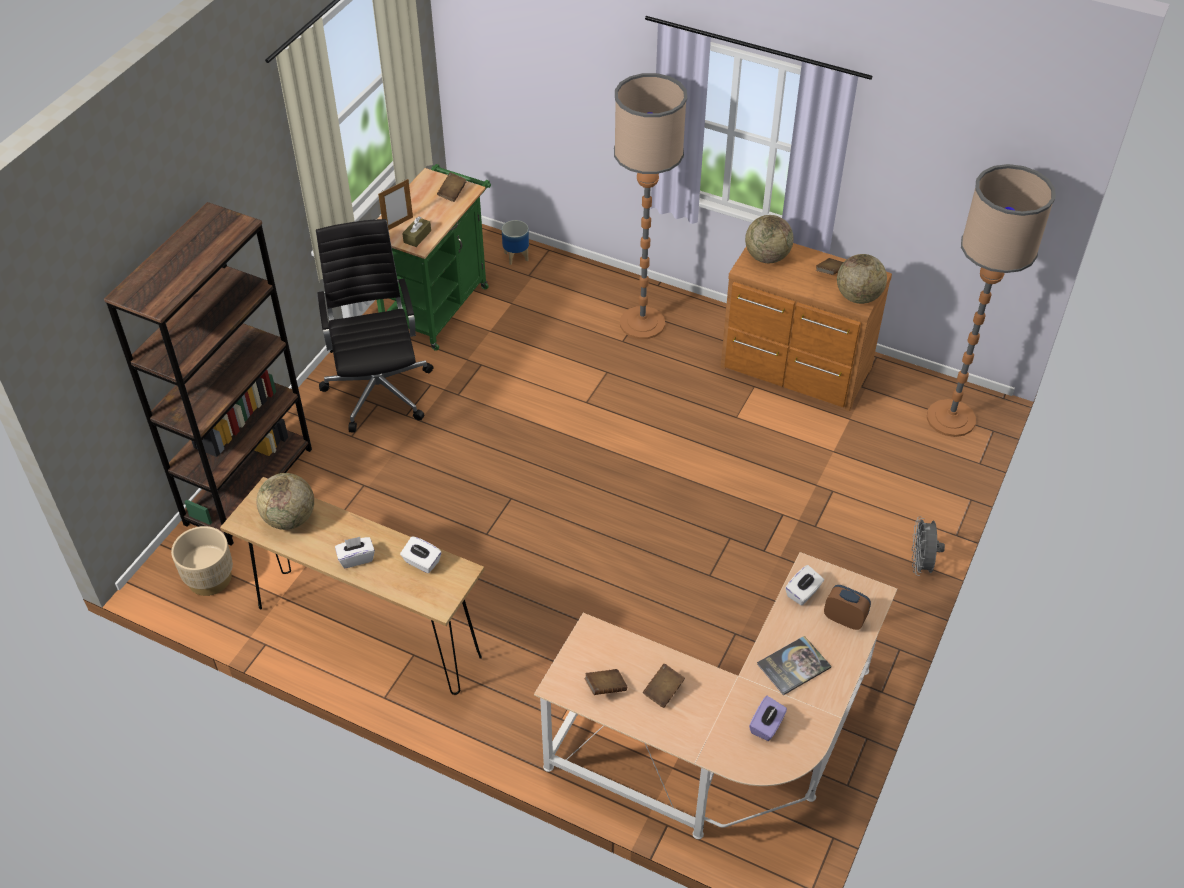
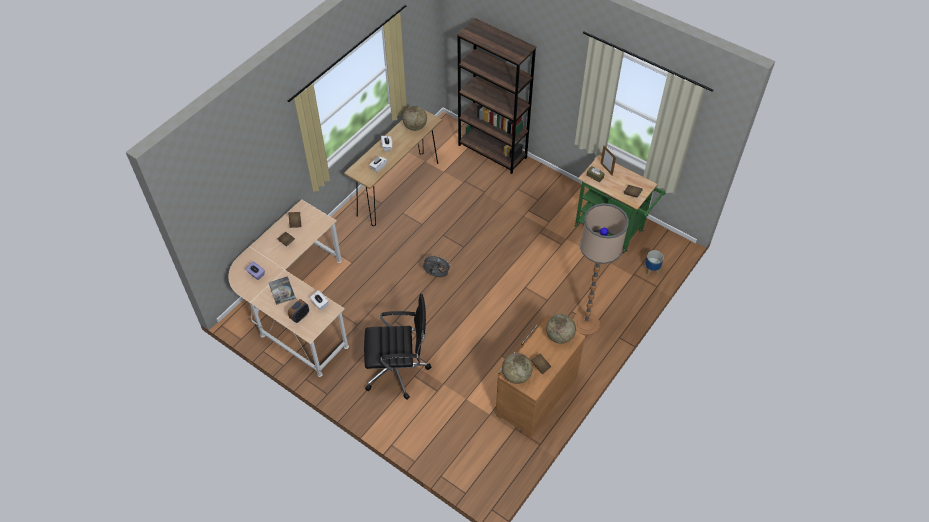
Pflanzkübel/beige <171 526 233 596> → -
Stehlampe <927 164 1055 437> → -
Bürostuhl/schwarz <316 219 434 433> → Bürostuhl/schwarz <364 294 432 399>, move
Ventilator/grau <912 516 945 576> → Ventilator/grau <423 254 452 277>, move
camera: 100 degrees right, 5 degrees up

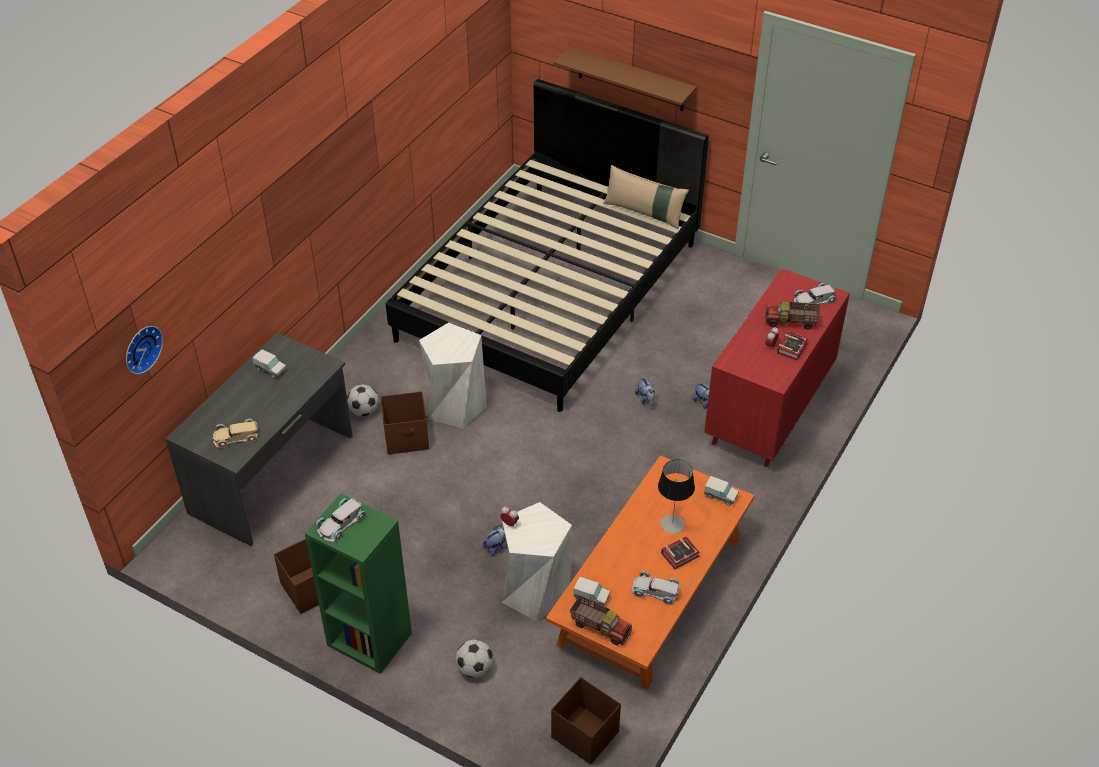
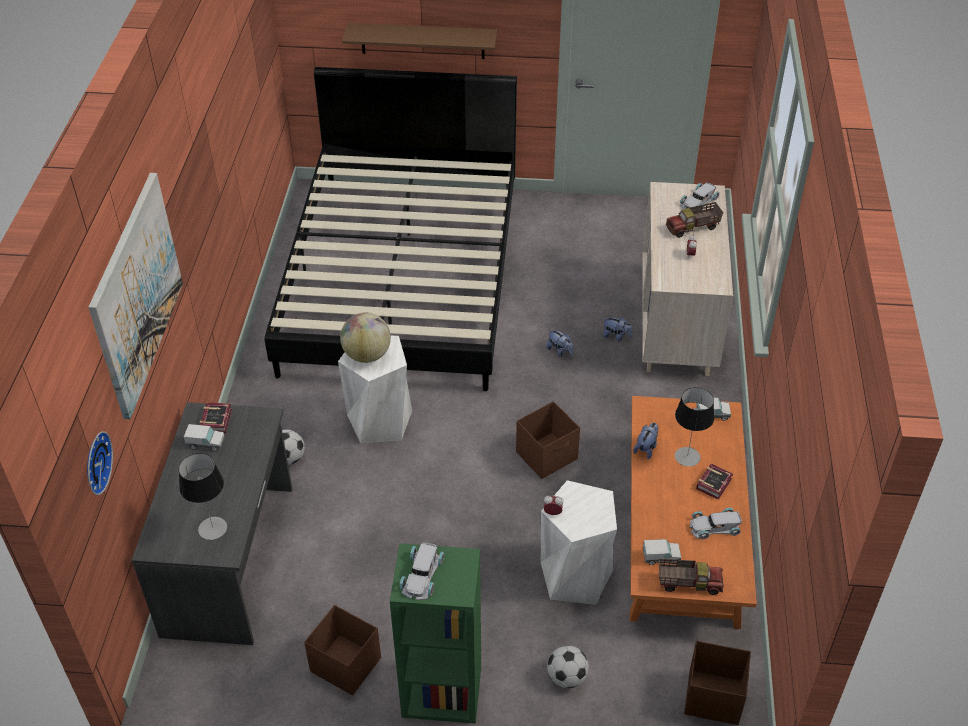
Kissen/beige <603 165 689 229> → -
- → Bild <89 173 183 419>
- → Globus <340 313 391 363>
Aufbewahrungsbox/braun <381 391 429 454> → Aufbewahrungsbox/braun <516 401 580 479>, move
Plüschtier <483 526 507 556> → Plüschtier <633 423 659 459>, move
Buch <777 331 808 361> → Buch <200 403 232 433>, move
Spielzeugauto/beige <213 419 259 448> → Tischlampe <179 453 227 540>
Kommode/rot <704 269 850 467> → Kommode/beige <642 182 733 376>
camera: 25 degrees left, 0 degrees up

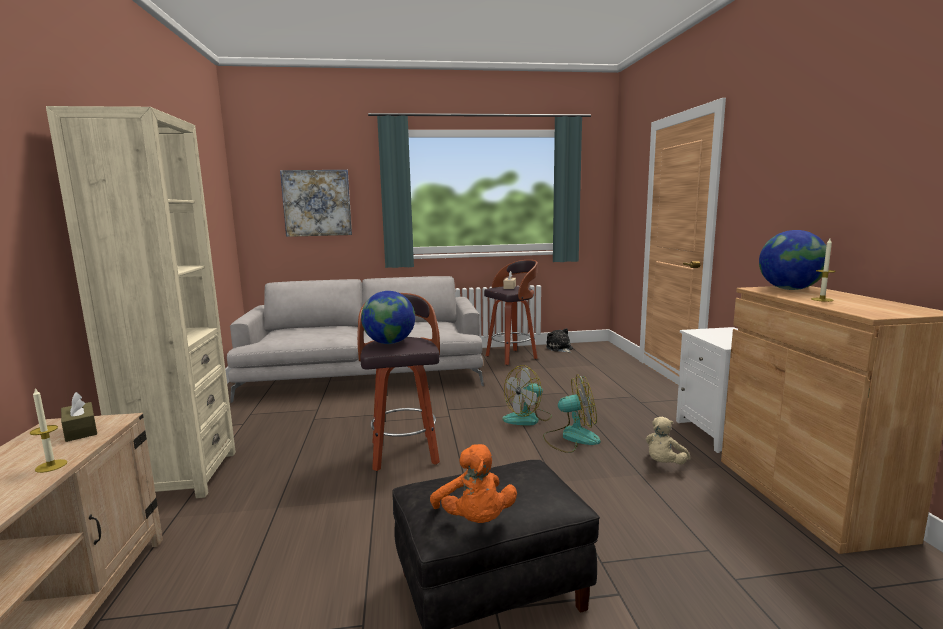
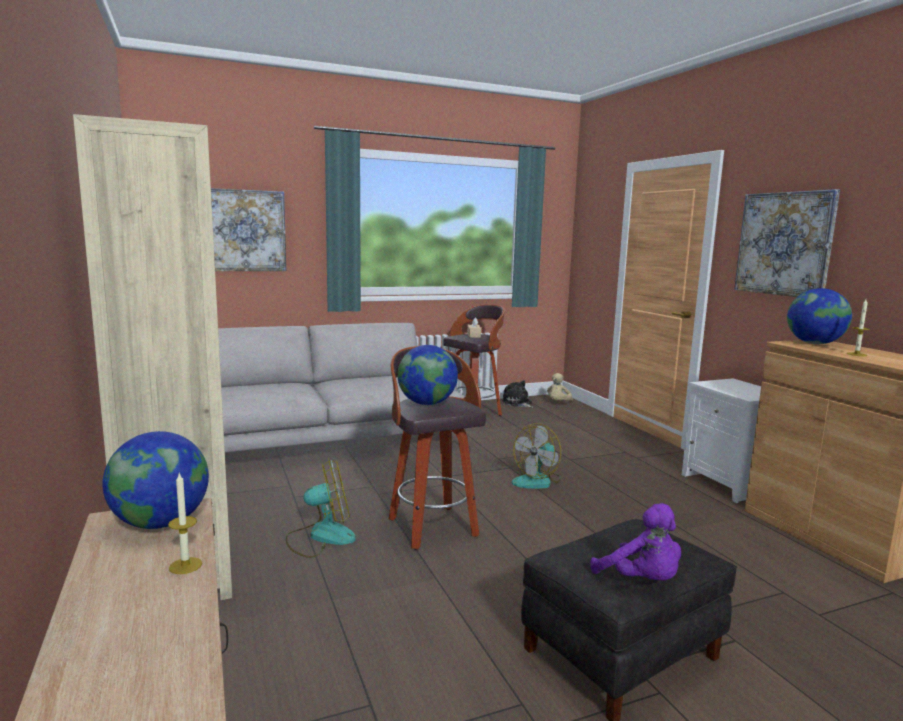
- → Bild <734 189 840 297>
Ventilator <543 374 601 453> → Ventilator <285 458 356 558>, move
Plüschtier/beige <645 417 690 465> → Plüschtier/beige <547 373 573 401>, move
Taschentuchbox/braun <61 392 97 442> → Globus <102 431 209 529>
Plüschtier/orange <430 444 517 523> → Plüschtier/lila <590 503 681 580>
camera: 15 degrees left, 0 degrees up

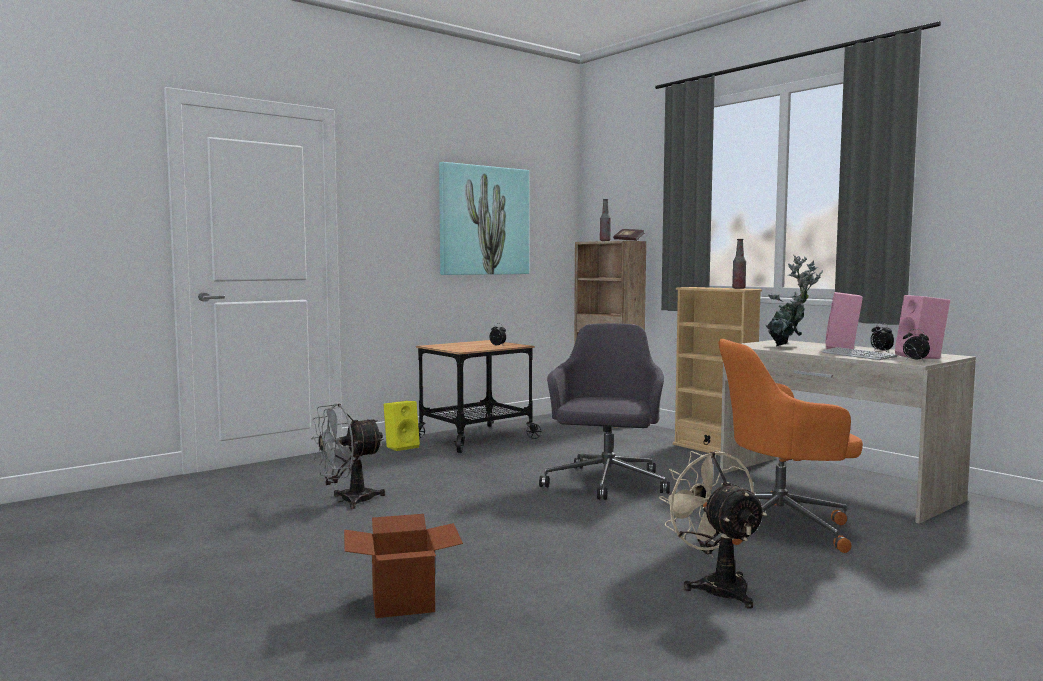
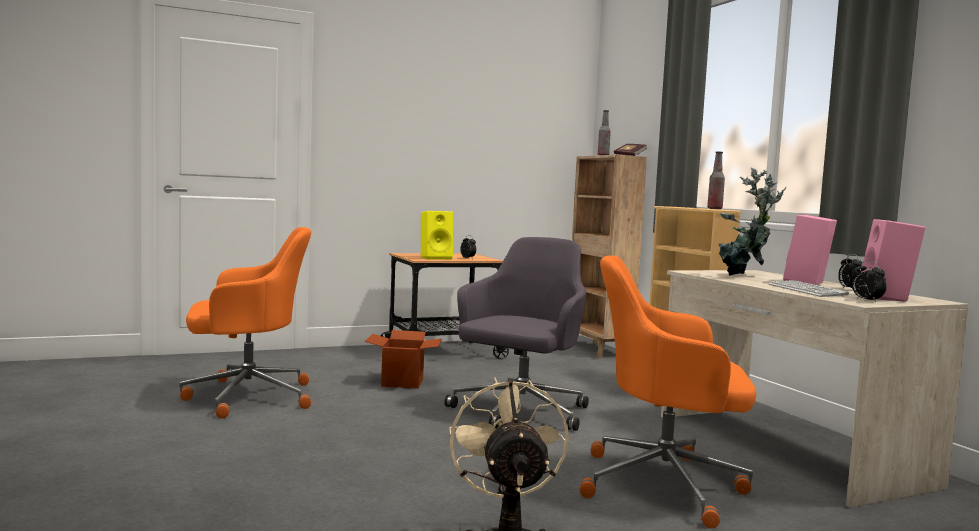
Bild <439 162 529 275> → -
Karton <344 514 463 618> → Karton <365 330 442 389>, move
Lautsprecher/gelb <383 401 420 451> → Lautsprecher/gelb <421 211 453 260>, move
Ventilator/grau <311 404 385 509> → Bürostuhl/orange <180 227 311 419>
camera: 15 degrees right, 0 degrees up

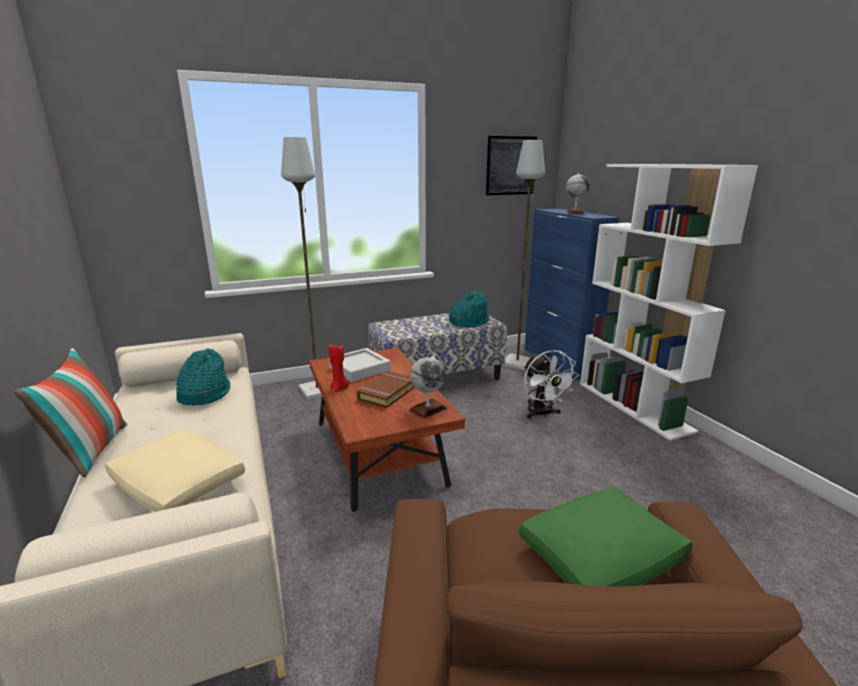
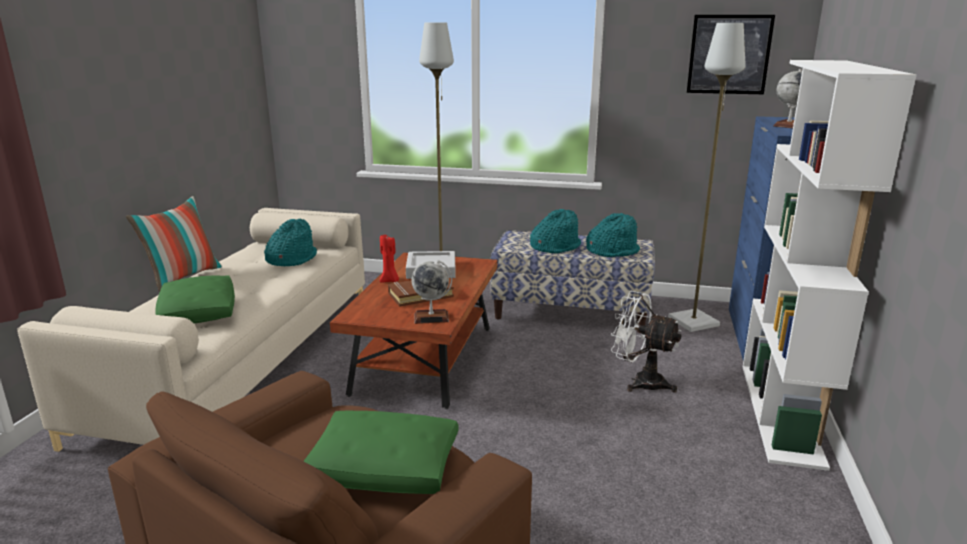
- → Hut/türkis <530 209 581 253>
Kissen/beige <105 429 245 512> → Kissen/grün <155 275 235 323>
Ventilator/weiß <524 350 579 419> → Ventilator/weiß <611 291 681 393>, 105 degrees clockwise
camera: 35 degrees right, 0 degrees up

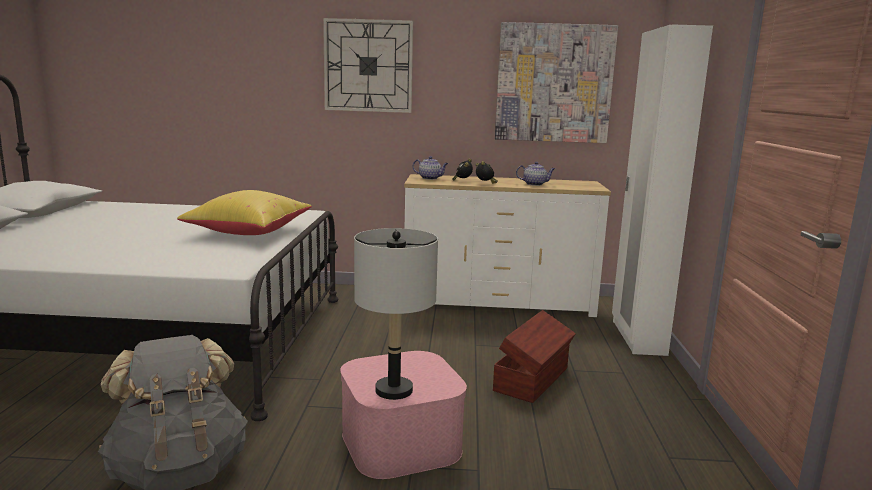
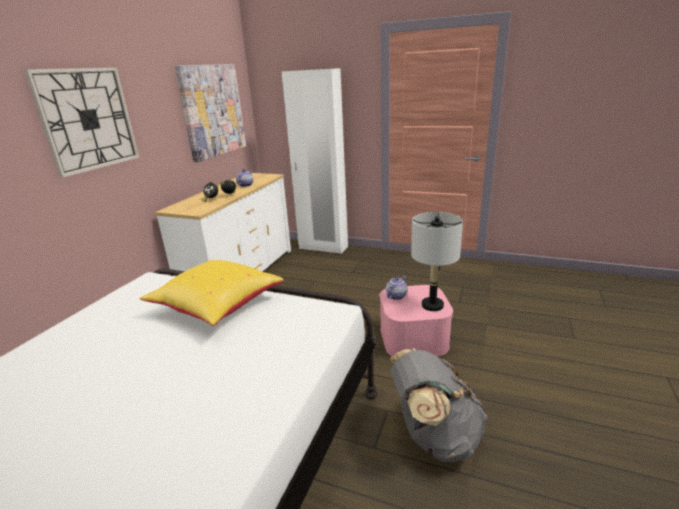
Aufbewahrungsbox/braun <493 310 576 403> → -
Teekanne <413 156 448 180> → Teekanne <386 275 408 300>, move
camera: 70 degrees left, 10 degrees up

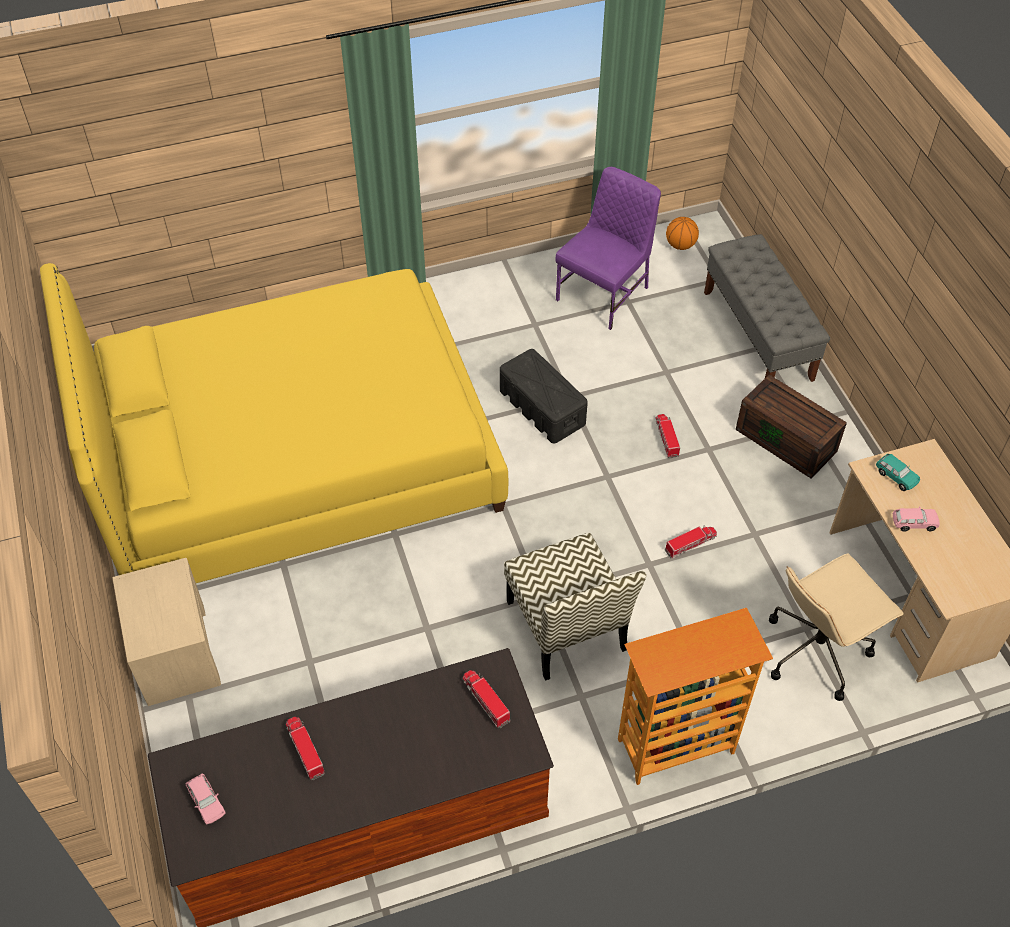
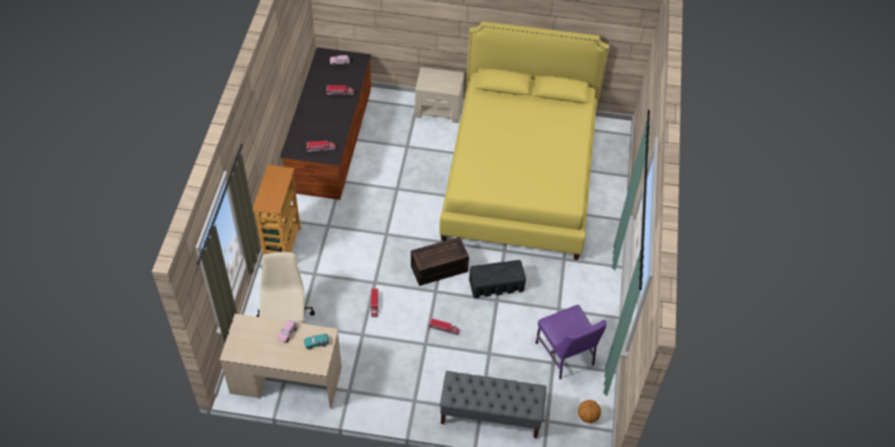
Stuhl <504 533 646 681> → -
Aufbewahrungsbox/braun <736 375 847 479> → Aufbewahrungsbox/braun <411 237 469 286>, move
camera: 115 degrees right, 0 degrees up

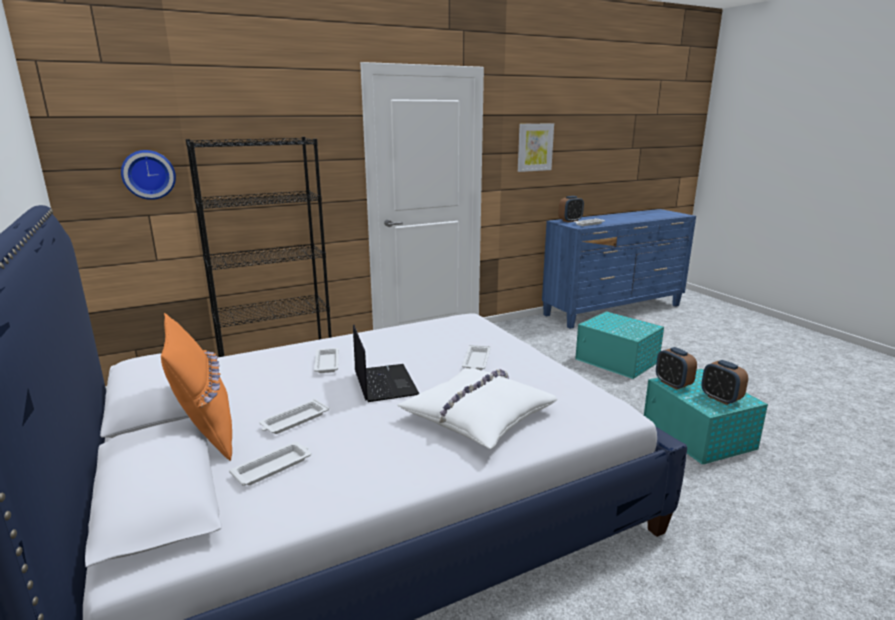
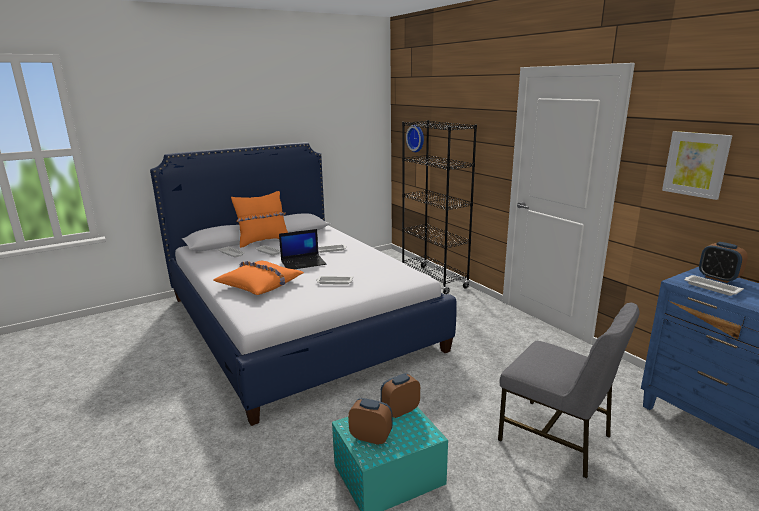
Aufbewahrungsbox/türkis <575 311 664 379> → Stuhl/grau <498 303 639 479>
Kissen/weiß <397 368 558 449> → Kissen/orange <213 261 304 295>
Wecker <701 360 748 405> → Wecker <348 398 392 445>, 60 degrees clockwise
camera: 85 degrees right, 0 degrees up

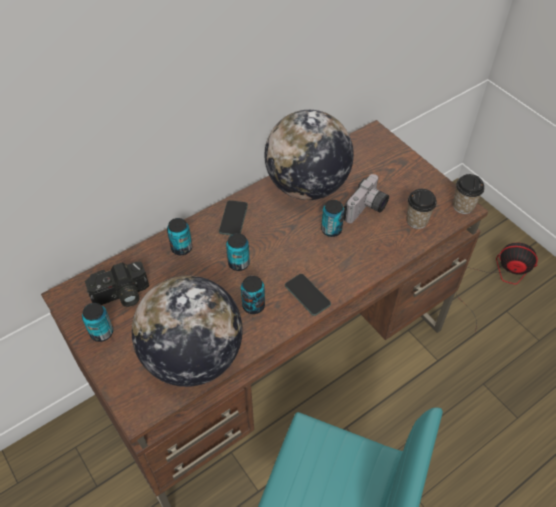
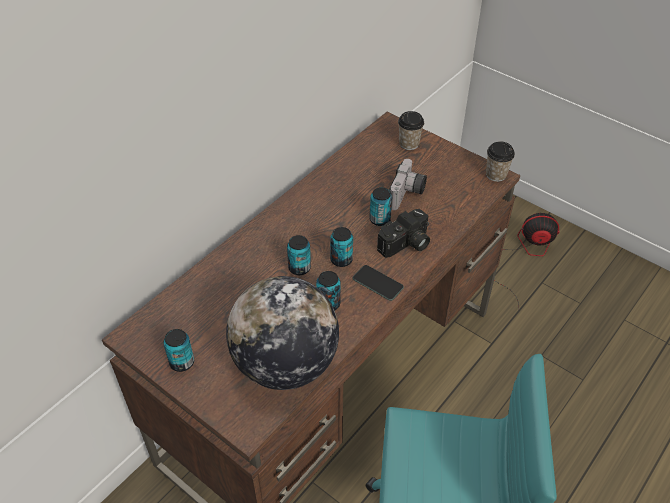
Handy <219 200 248 235> → -
Globus <264 110 354 200> → -
Kamera <85 262 149 307> → Kamera <377 209 430 258>, move
Dose <167 218 192 255> → Dose <330 227 353 267>, move
Tasse <406 189 437 229> → Tasse <398 111 424 150>, move
camera: 15 degrees left, 5 degrees down

